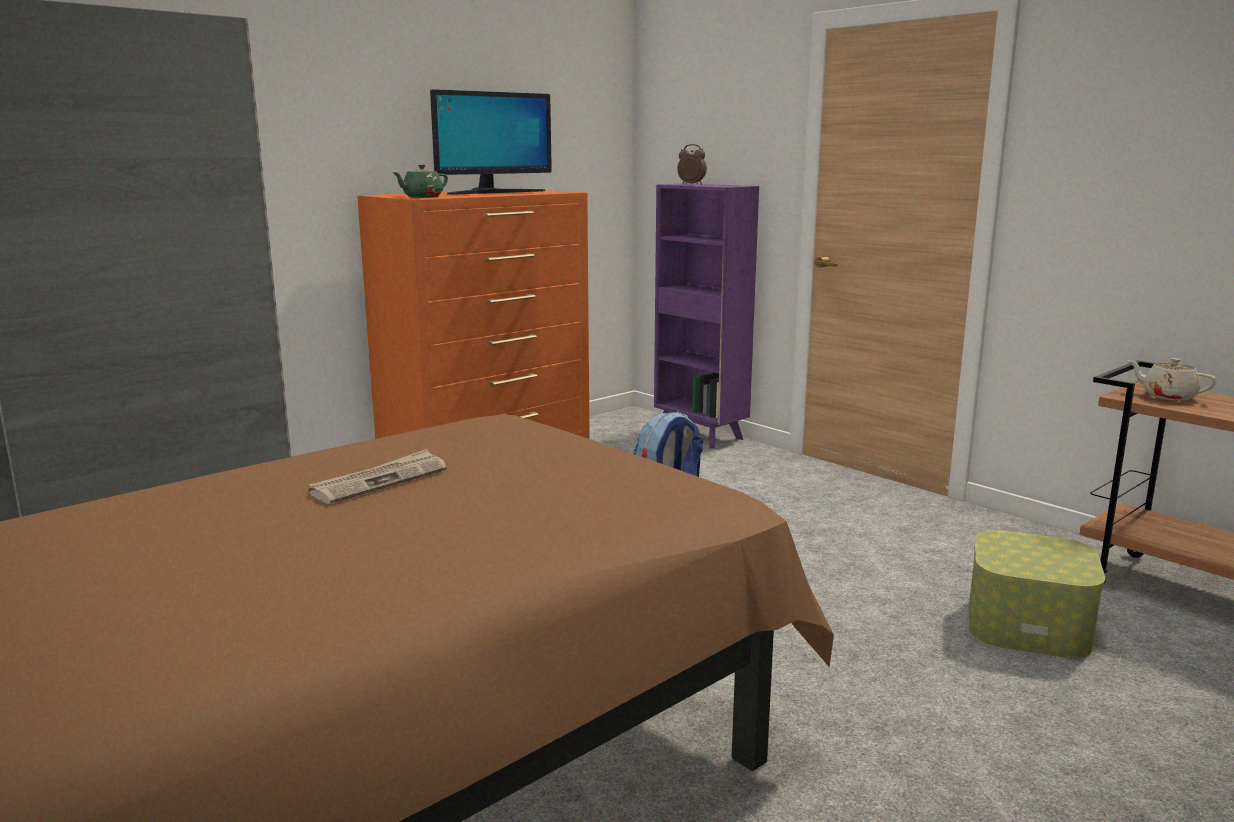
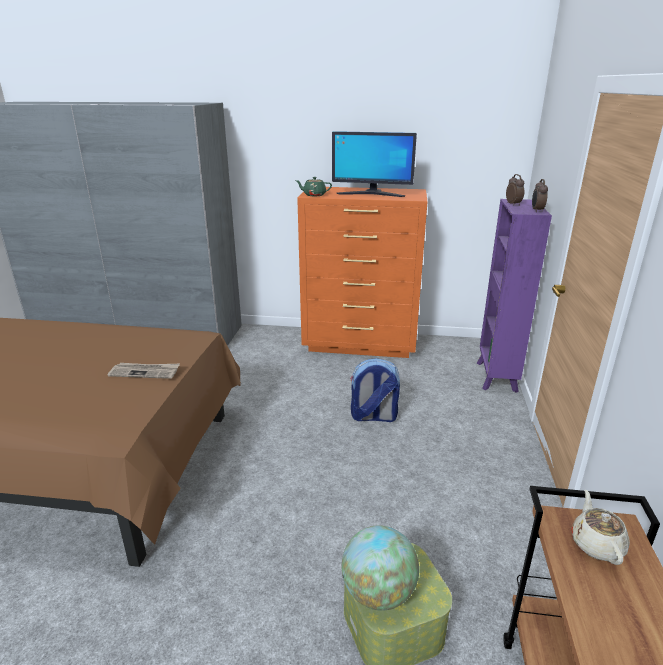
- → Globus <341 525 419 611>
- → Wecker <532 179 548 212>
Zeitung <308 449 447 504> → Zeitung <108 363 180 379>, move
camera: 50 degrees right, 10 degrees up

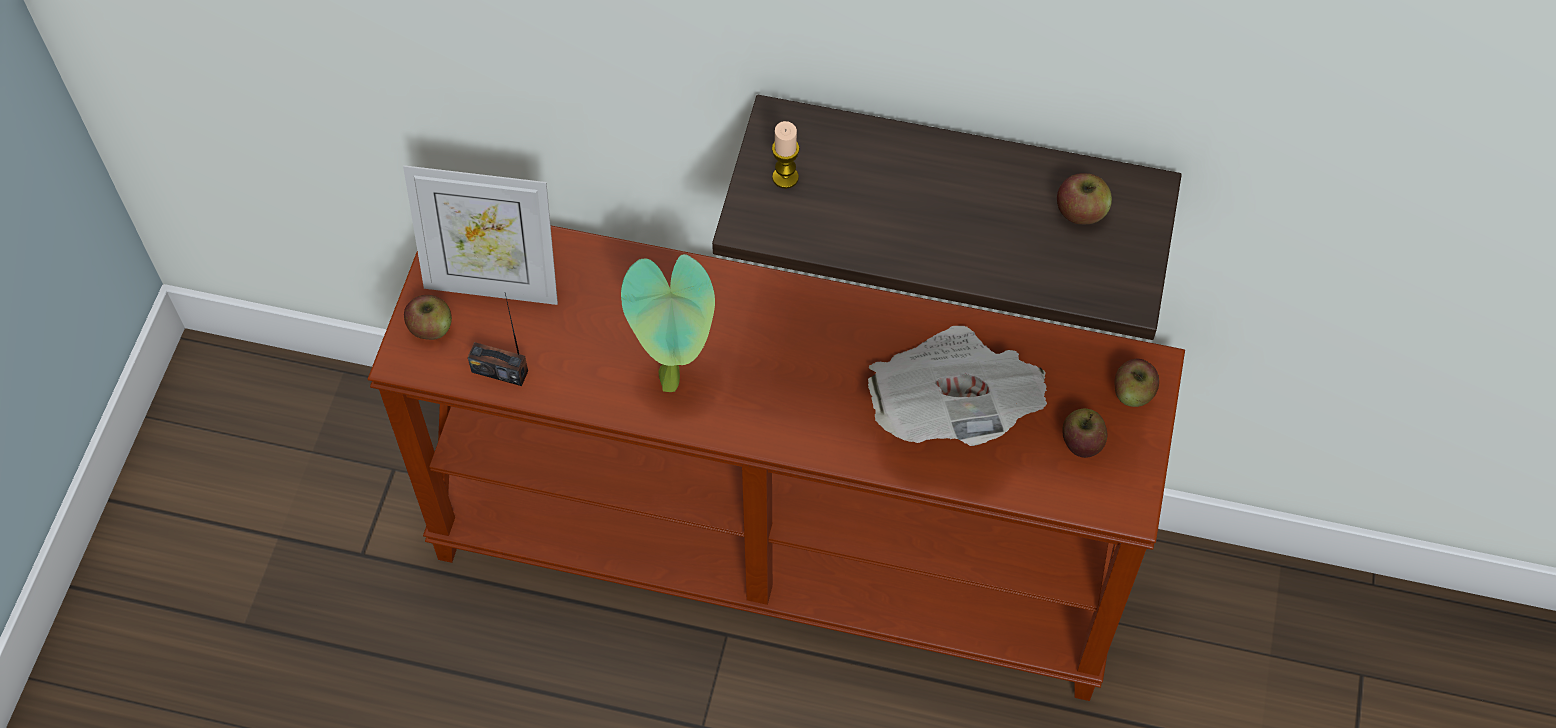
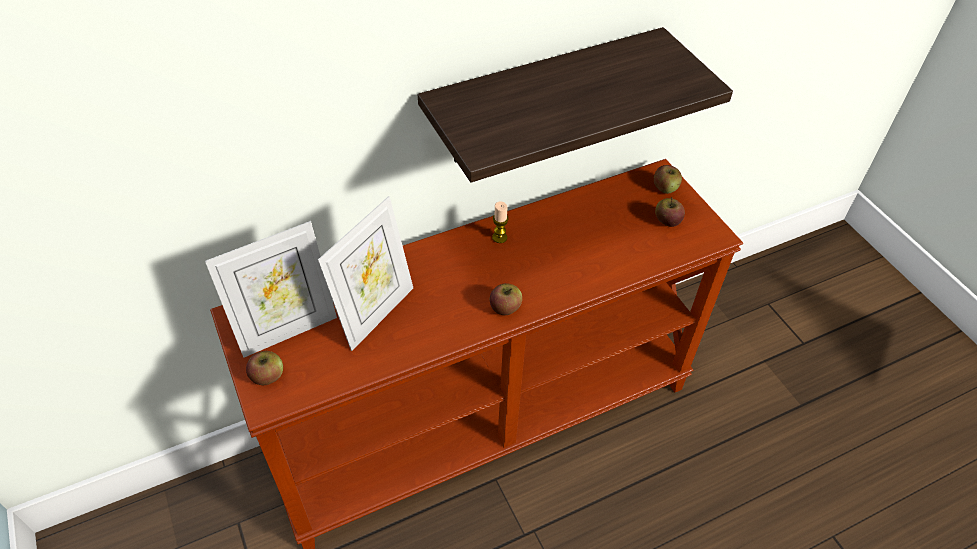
Radio <468 294 528 386> → -
Topfpflanze <621 254 715 392> → -
Zeitung <868 326 1047 446> → -
- → Bilderrahmen <318 196 413 351>
Kerze <772 121 800 189> → Kerze <492 202 509 243>, move
Apfel <1057 173 1112 224> → Apfel <490 283 522 315>, move
camera: 40 degrees left, 10 degrees down

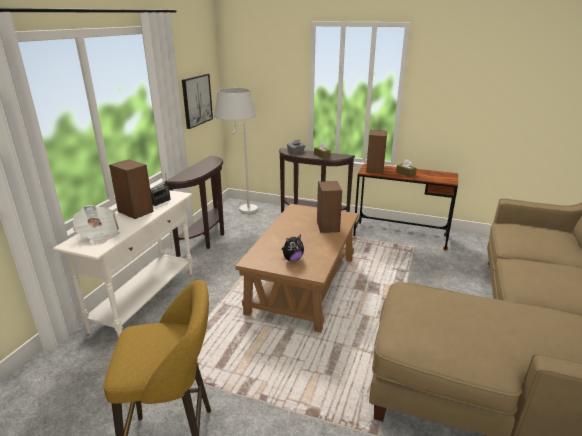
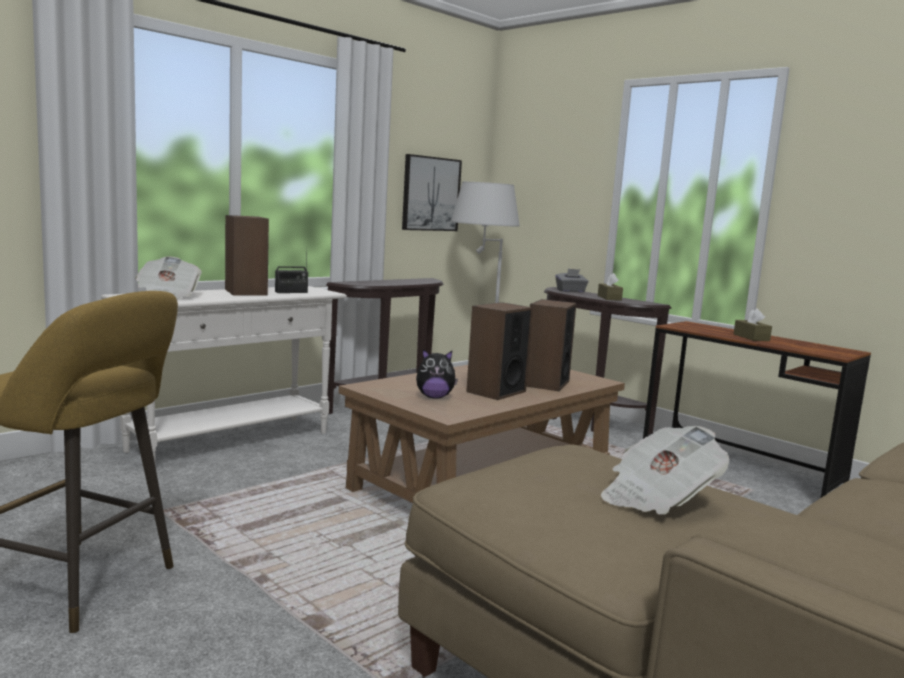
- → Zeitung <601 426 729 515>
Lautsprecher <366 130 387 174> → Lautsprecher <466 302 533 400>, move
camera: 25 degrees right, 15 degrees down

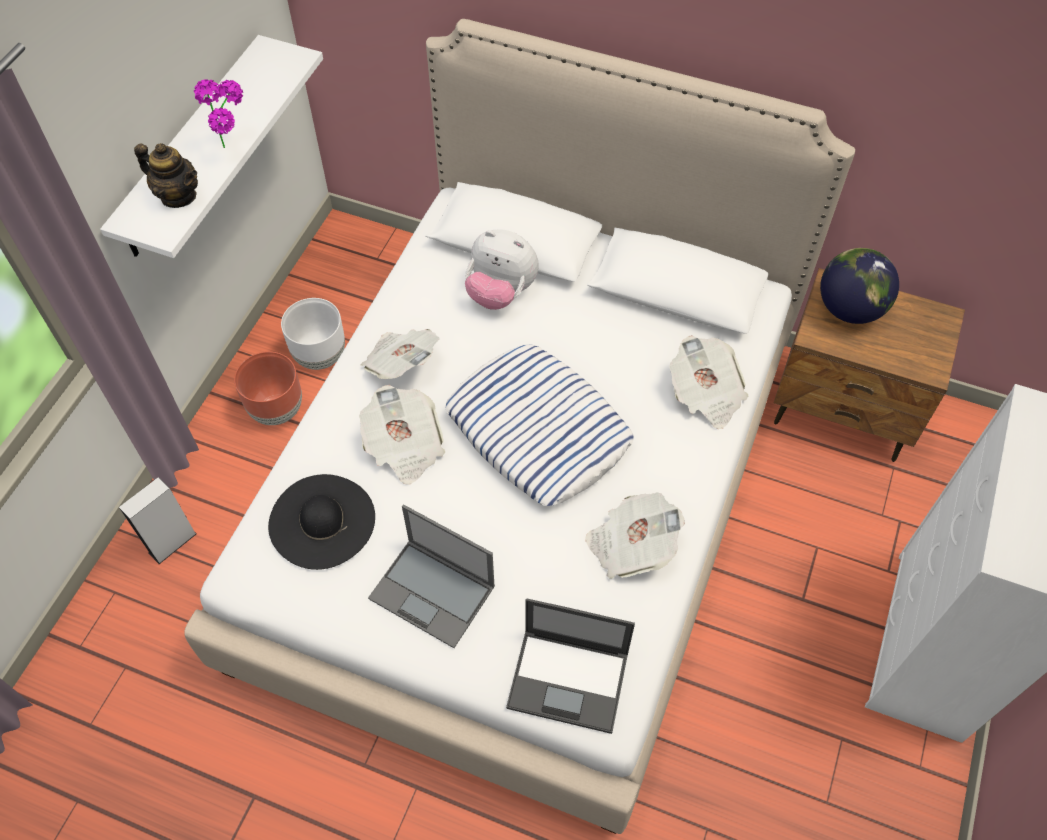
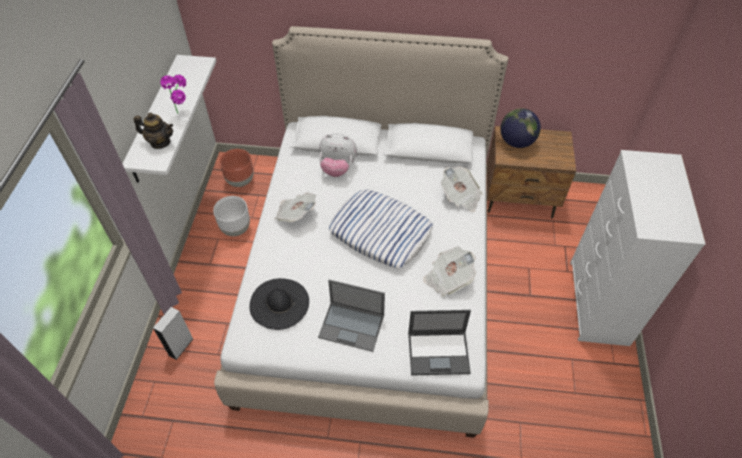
Zeitung <359 385 445 485> → -
Pflanzkübel/braun <234 352 302 425> → Pflanzkübel/braun <219 149 254 187>, move
camera: 15 degrees left, 5 degrees down

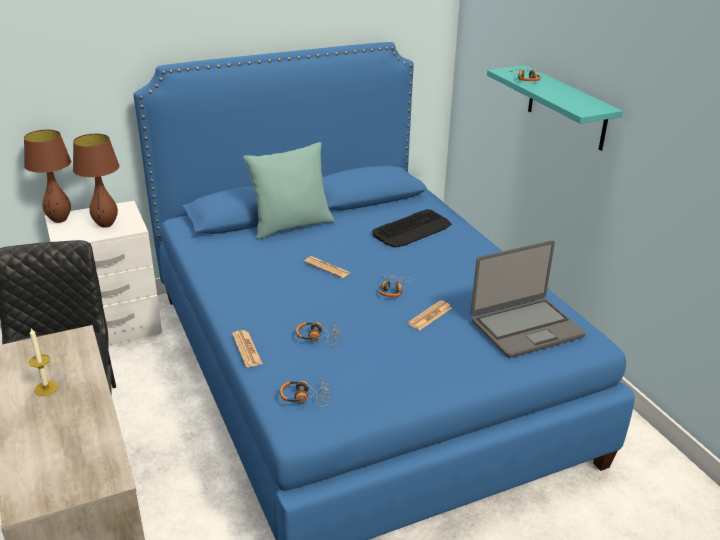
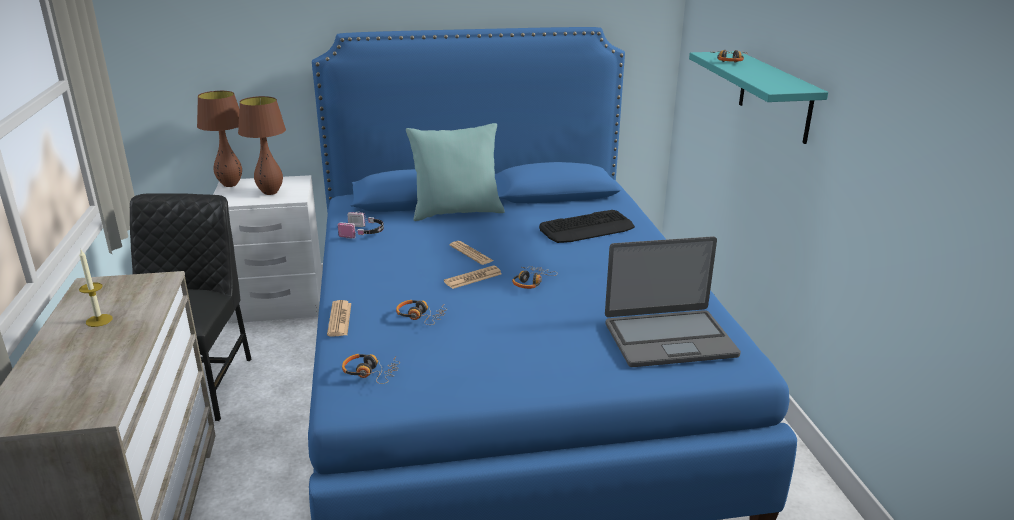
- → Kopfhörer <338 212 384 239>
Zeitung <407 300 452 330> → Zeitung <444 266 502 289>, move
camera: 15 degrees right, 5 degrees down

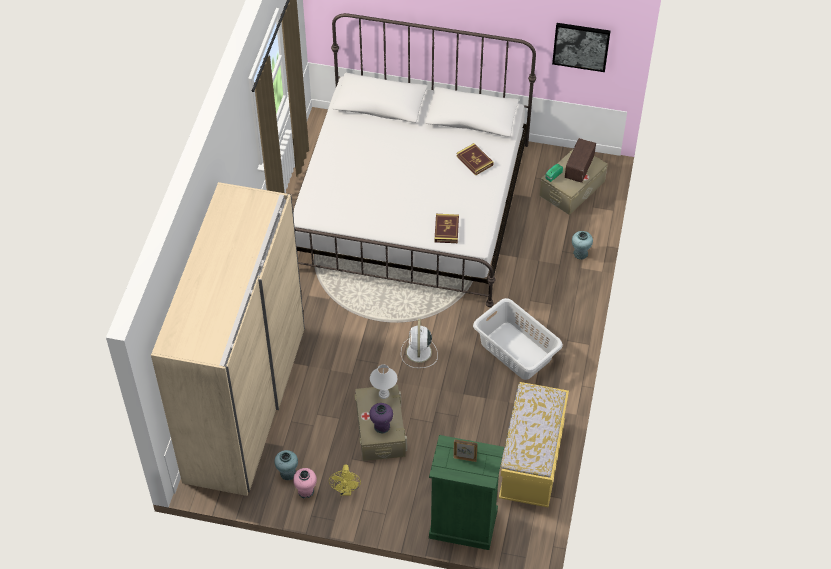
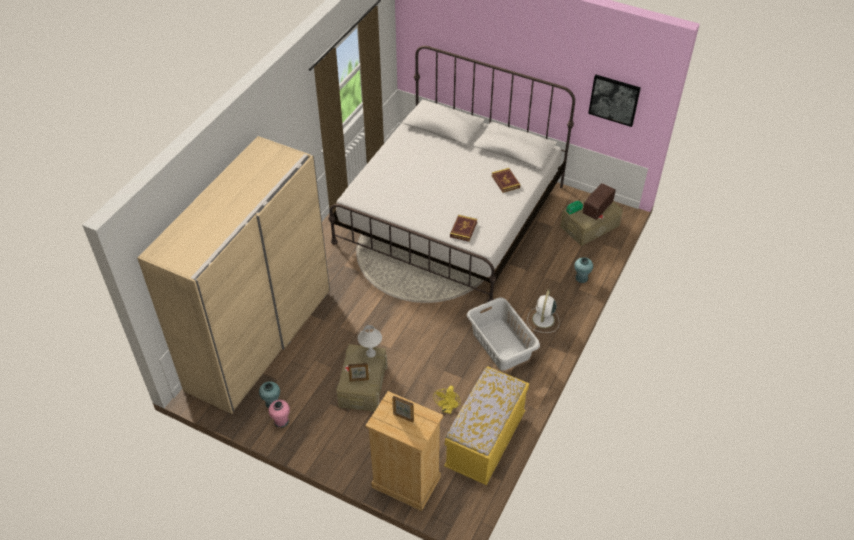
Ventilator/gelb <329 464 361 496> → Ventilator/gelb <433 386 461 414>, move
Ventilator/weiß <401 319 438 368> → Ventilator/weiß <527 289 559 333>, move
Vase/lila <369 403 393 433> → Bilderrahmen <348 363 369 382>
Kommode/grün <429 435 504 550> → Kommode/beige <365 391 443 511>
camera: 15 degrees right, 5 degrees down

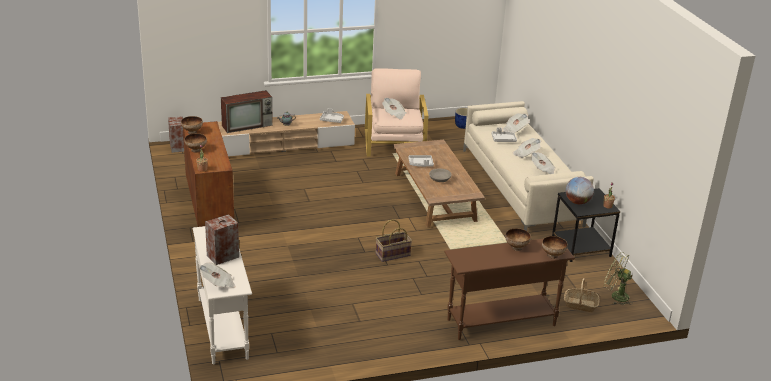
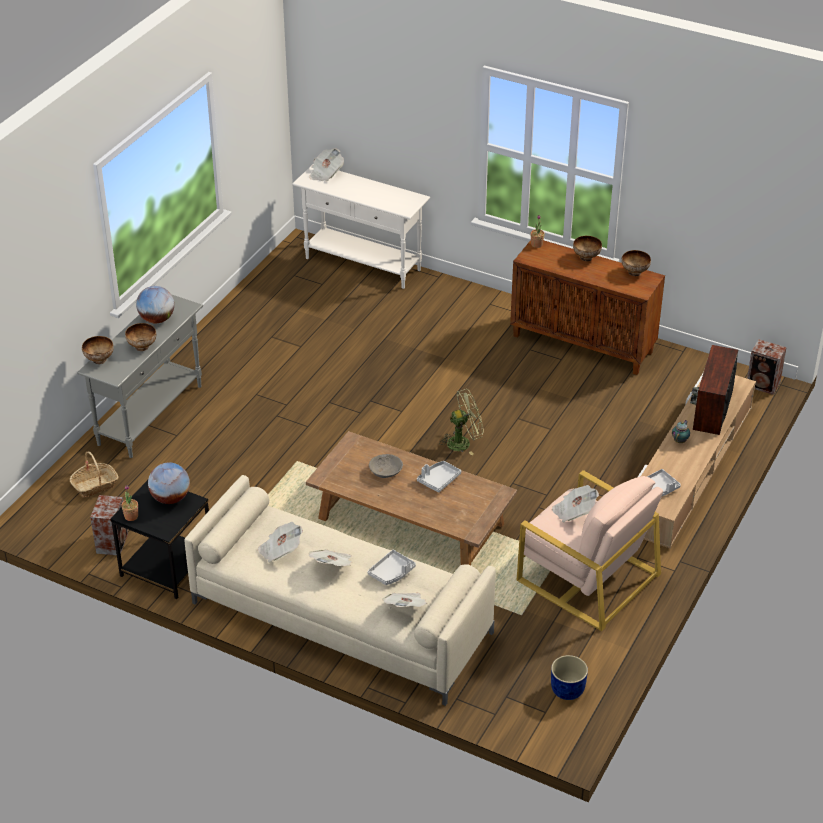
Korb <376 219 412 262> → -
- → Globus <136 286 174 324>
Lautsprecher <205 214 239 265> → Lautsprecher <90 495 128 556>, move
Ventilator/grün <604 252 632 306> → Ventilator/grün <439 389 484 455>, move
Konsolentisch/braun <444 239 575 340> → Konsolentisch/grau <77 294 203 458>
camera: 135 degrees right, 10 degrees up

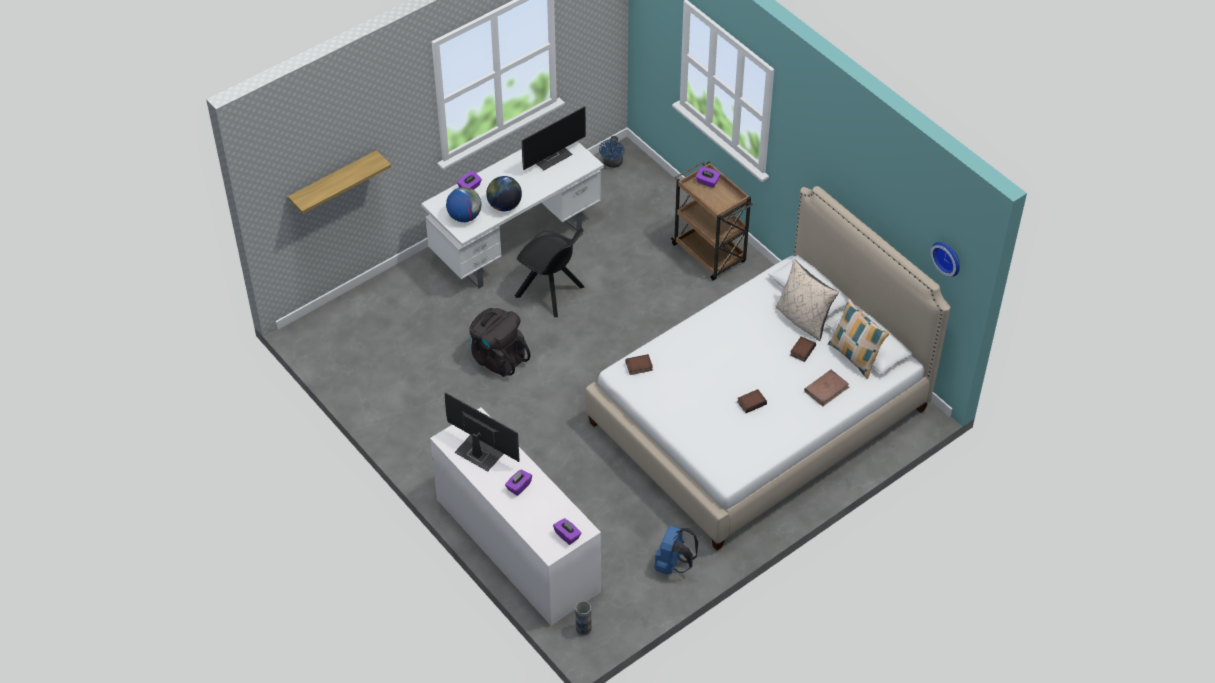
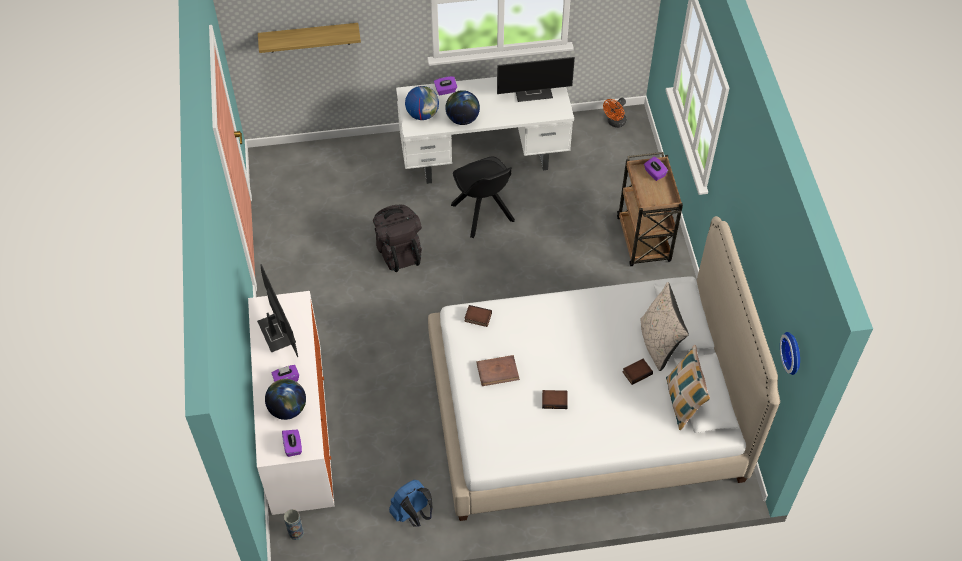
- → Globus <265 379 306 420>
Buch/braun <804 370 849 406> → Buch/braun <477 355 520 386>, move
Ventilator/blau <599 136 624 168> → Ventilator/orange <603 98 627 128>
camera: 30 degrees right, 5 degrees up

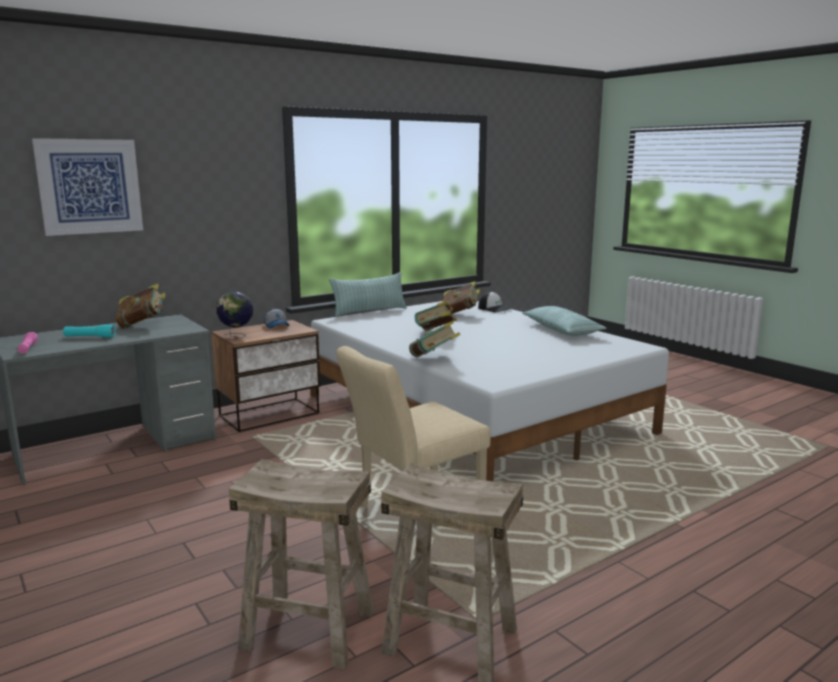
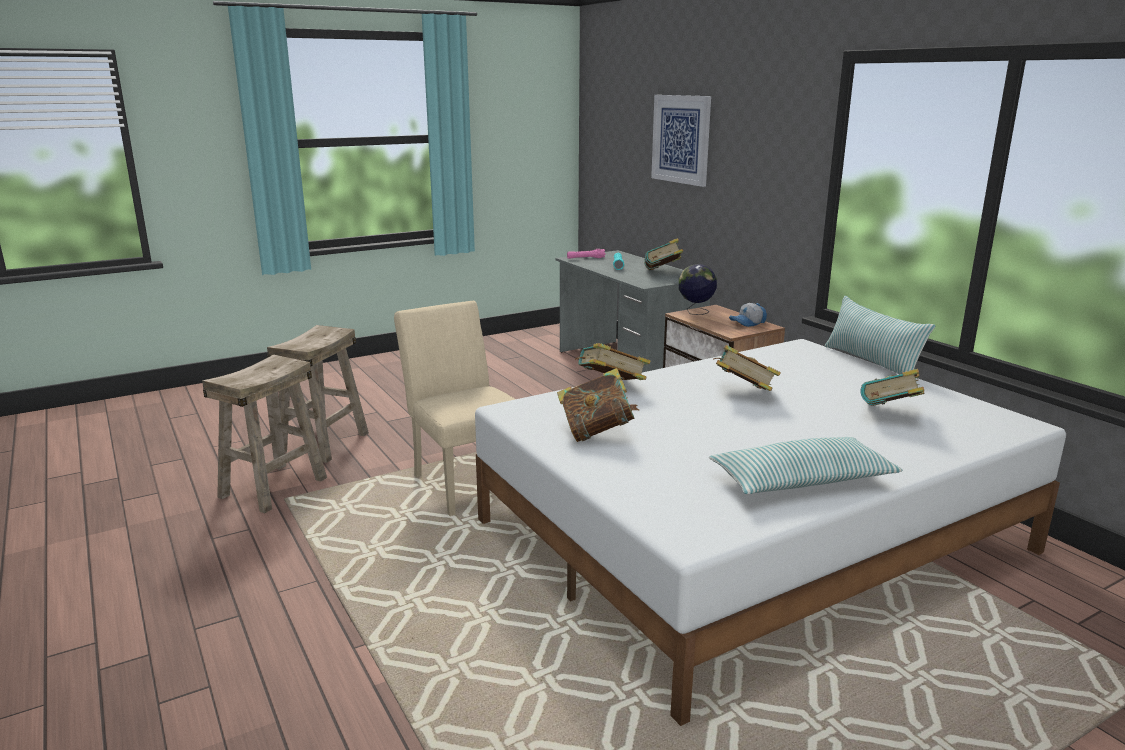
Kappe <478 292 511 312> → -
- → Buch <557 368 639 442>
camera: 95 degrees right, 5 degrees up

